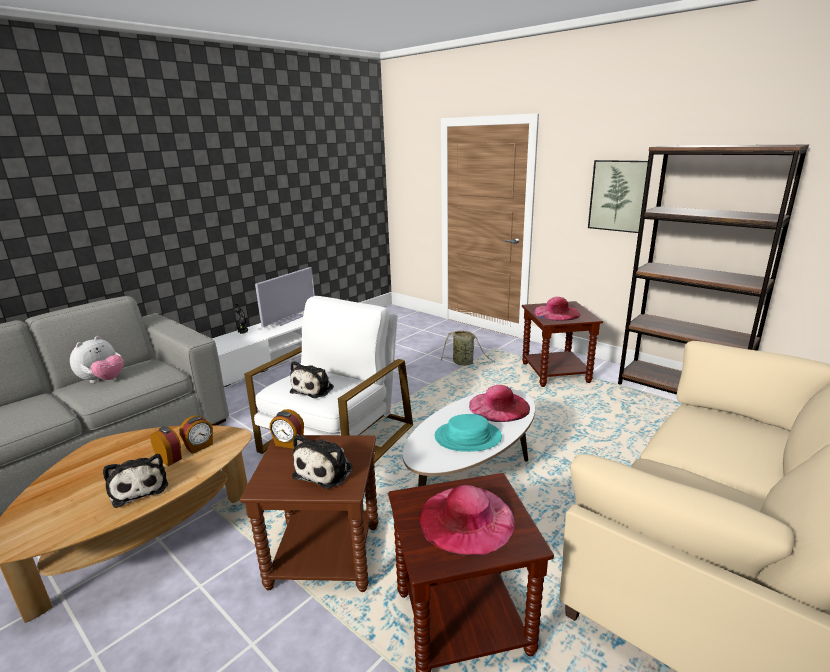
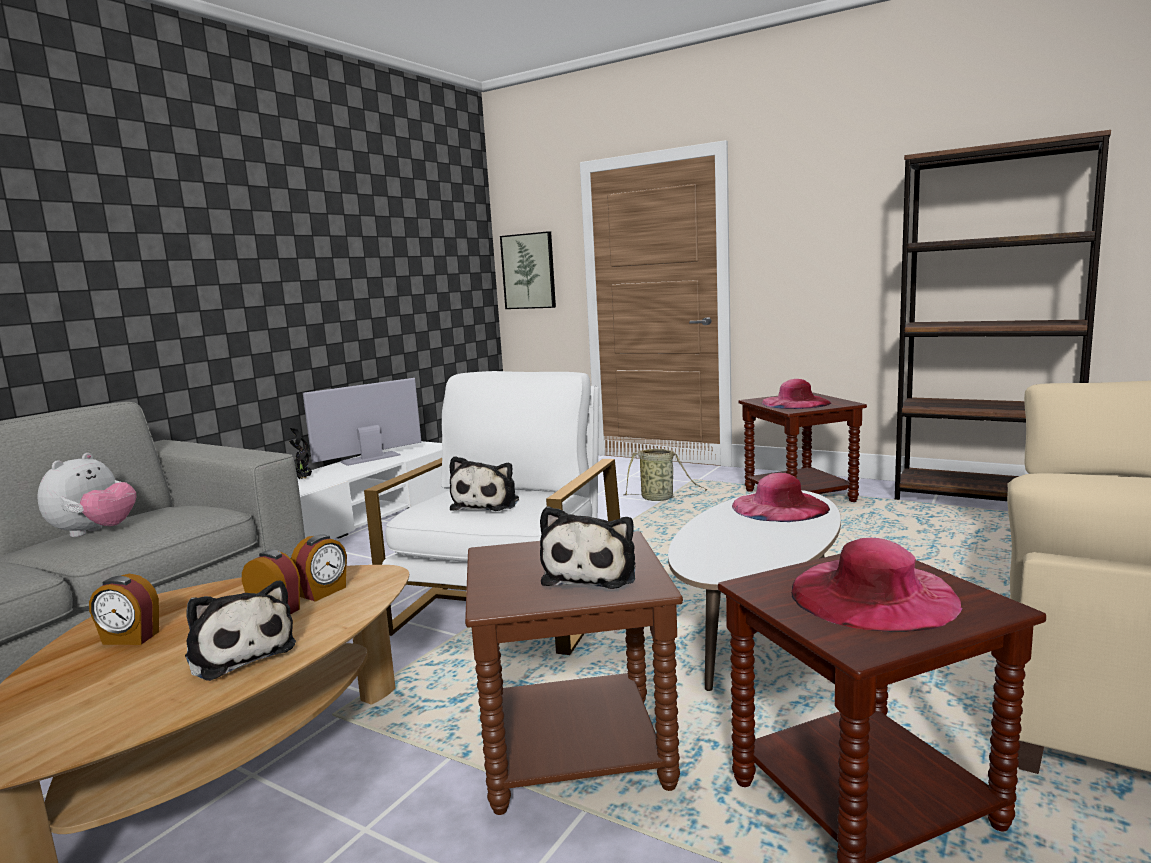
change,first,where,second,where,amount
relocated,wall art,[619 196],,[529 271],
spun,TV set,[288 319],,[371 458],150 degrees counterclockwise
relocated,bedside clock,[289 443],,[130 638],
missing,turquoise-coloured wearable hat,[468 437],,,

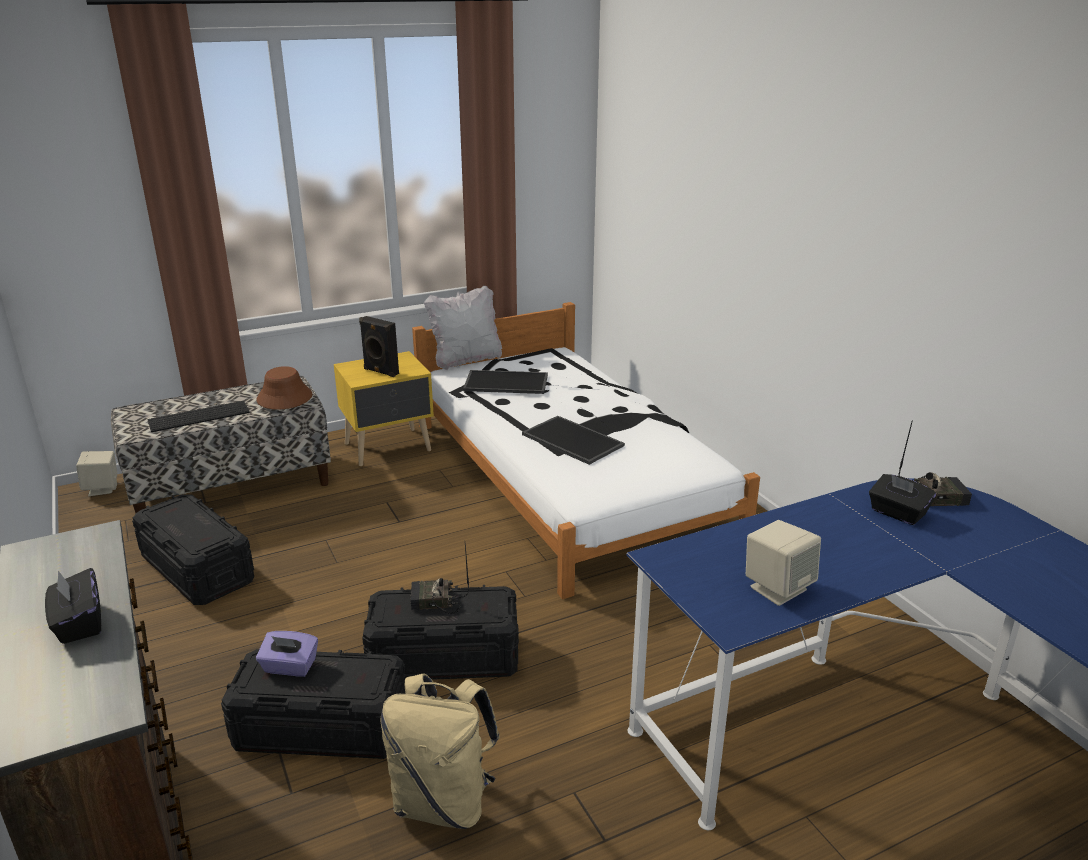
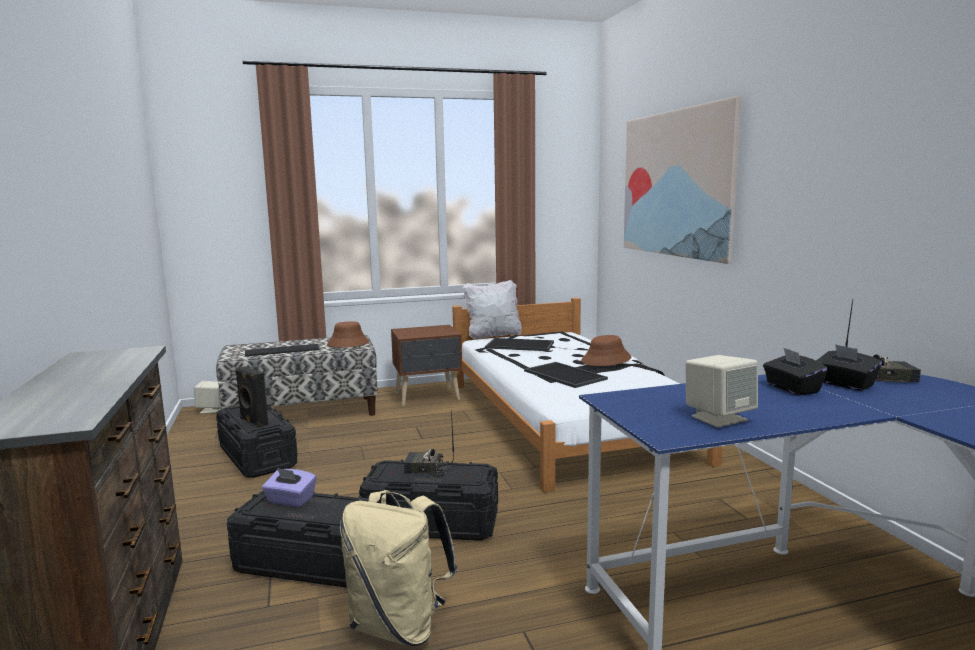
change,first,where,second,where,amount
relocated,black speaker,[380 372],,[253 422],
colour,yellowish night table,[389 447],brown night table,[428 397],
relocated,black tissue holder,[79 623],,[792 389],
appeared,,,wall art,[676 183],
appeared,,,brown wearable hat,[606 360],

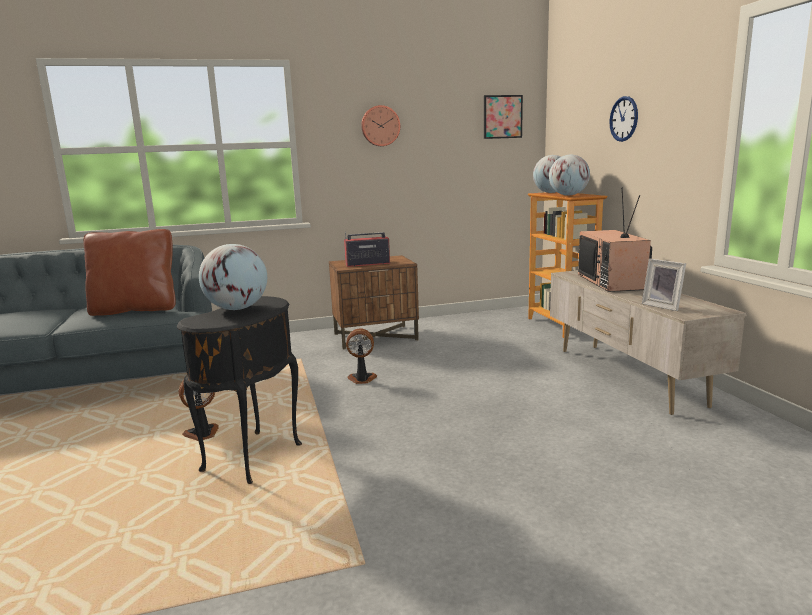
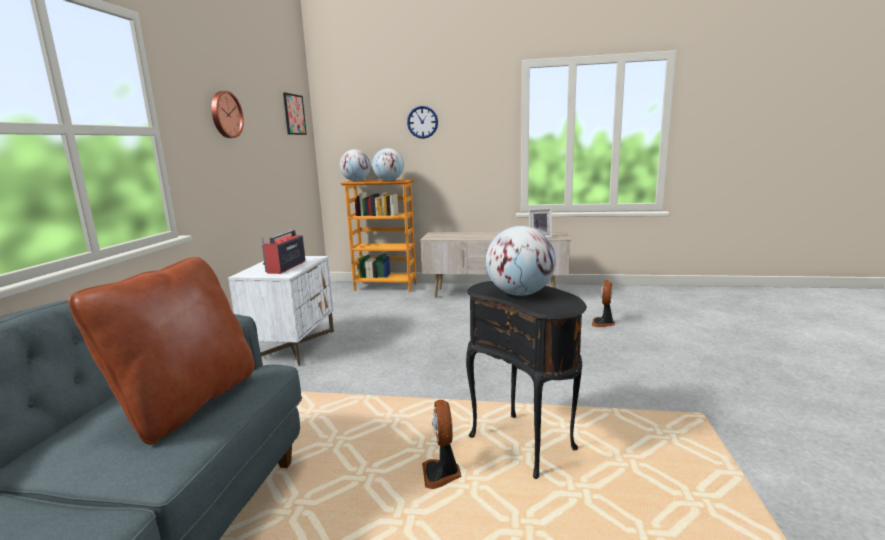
change,first,where,second,where,amount
missing,TV set,[612 282],,,
colour,brown night table,[376 337],whitish night table,[291 346],
relocated,cooling fan,[362 379],,[603 323],

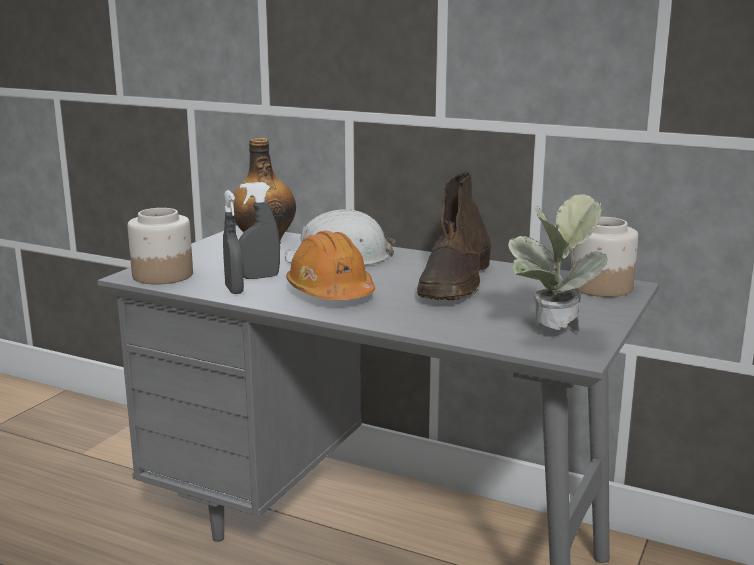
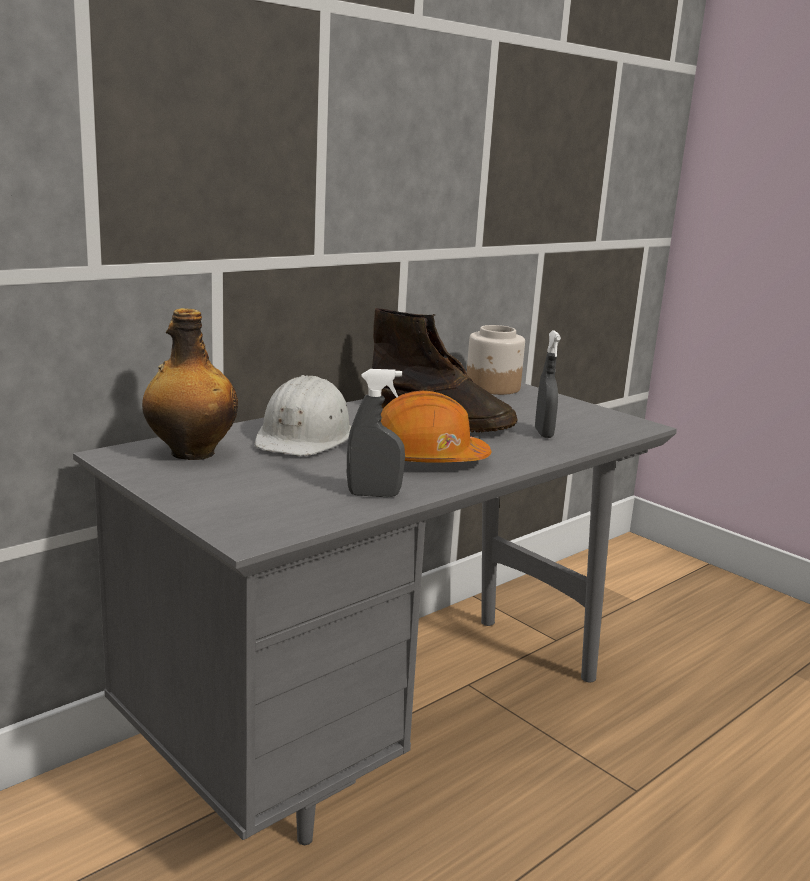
change,first,where,second,where,amount
relocated,gray spray bottle,[260 277],,[543 433],
missing,plant in a pot,[550 336],,,
missing,storage jar,[162 275],,,

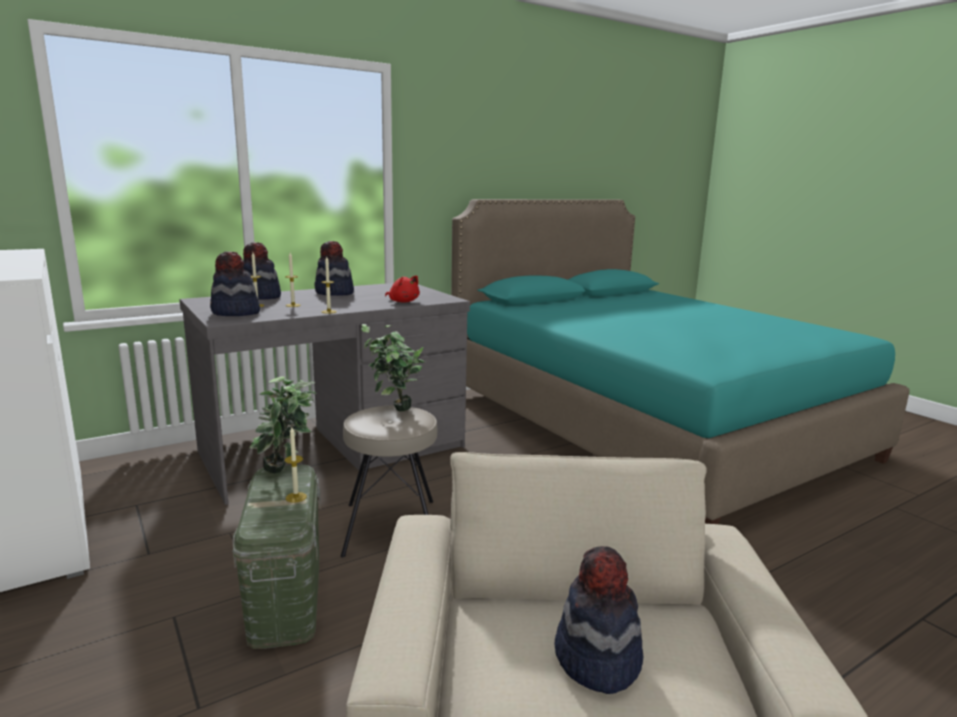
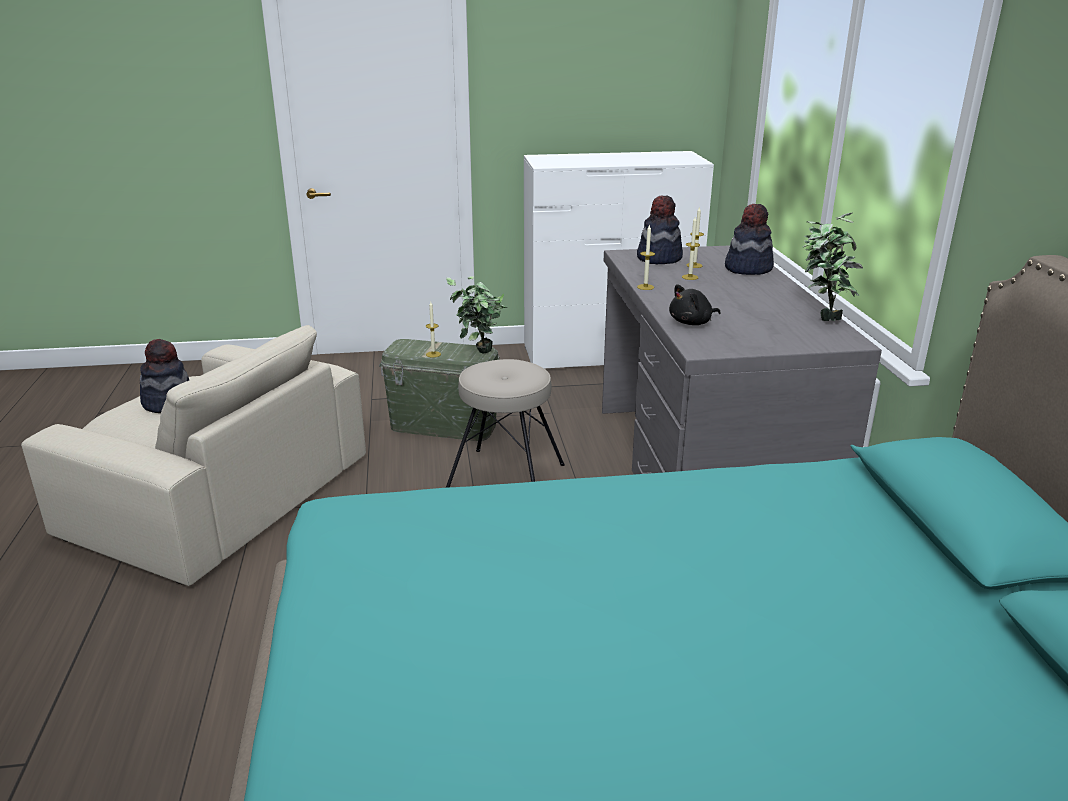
change,first,where,second,where,amount
missing,wearable hat,[334 293],,,
colour,red-coloured plush toy,[403 302],black plush toy,[692 323],
relocated,plant in a pot,[393 412],,[821 317],

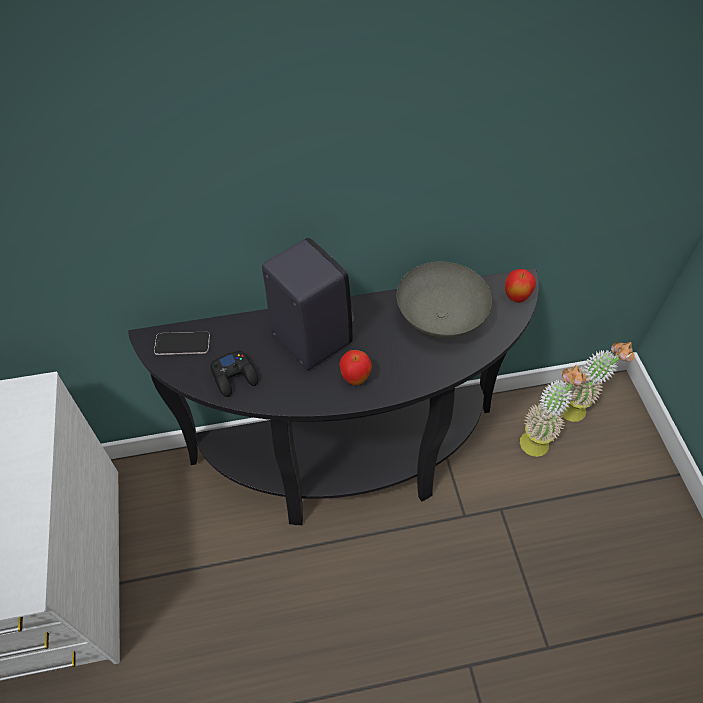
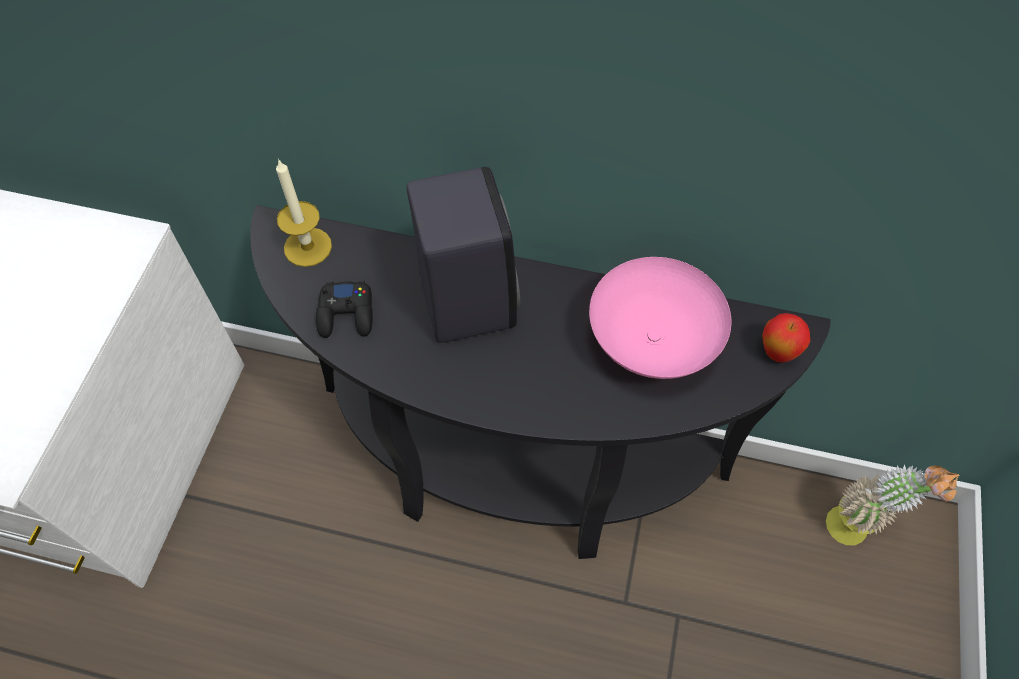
change,first,where,second,where,amount
colour,gray serving bowl,[441 319],pink serving bowl,[652 343],
exchanged,handset,[182 344],wax candle,[308 247],
missing,whole apple,[355 378],,,
missing,plant in a pot,[538 438],,,

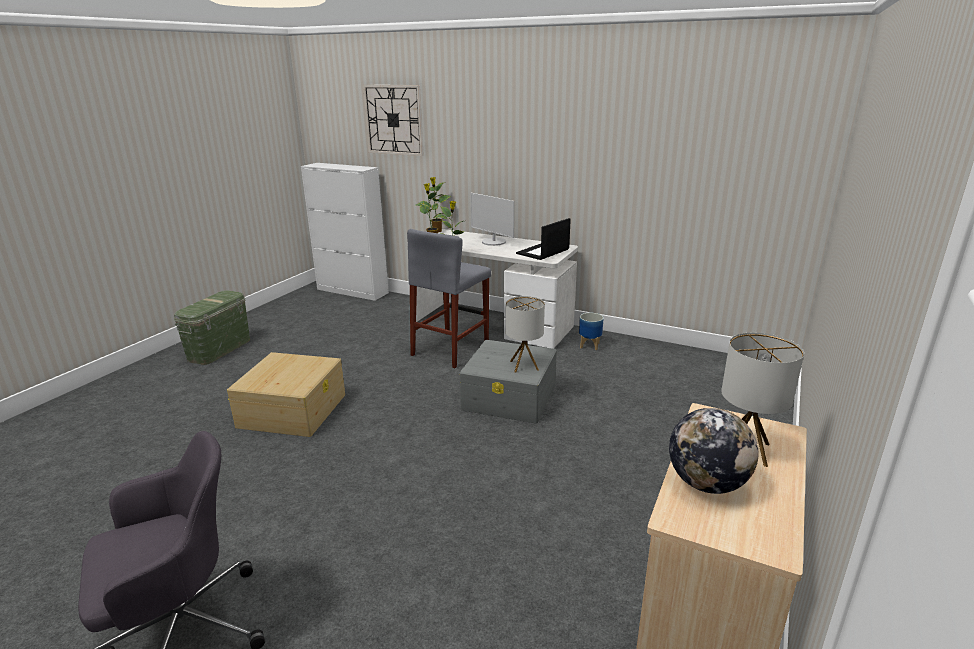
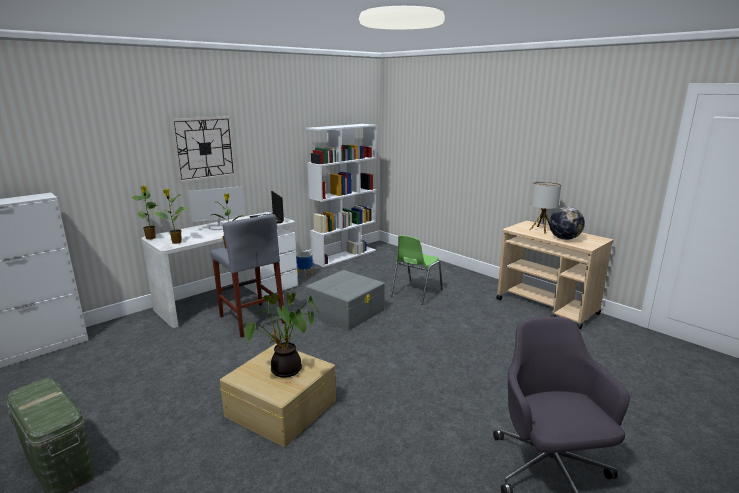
change,first,where,second,where,amount
relocated,wall clock,[394 120],,[204 148],
missing,lamp for a table,[524 365],,,
appeared,,,whitish bookcase,[344 256],
appeared,,,greenish chair,[415 293],
appeared,,,plant in a pot,[284 371],

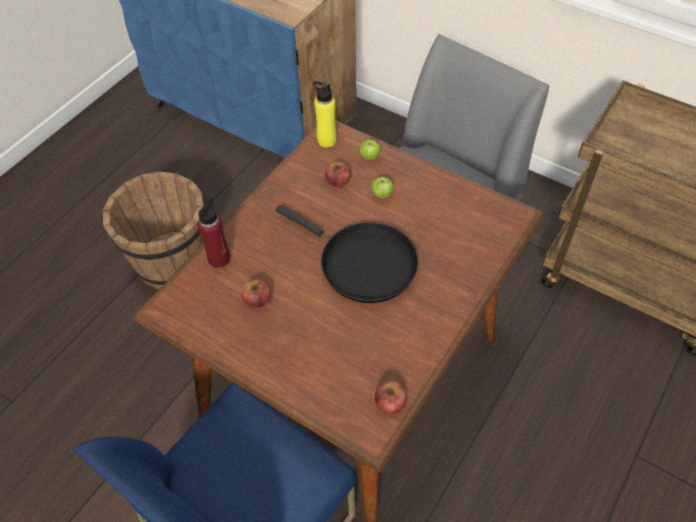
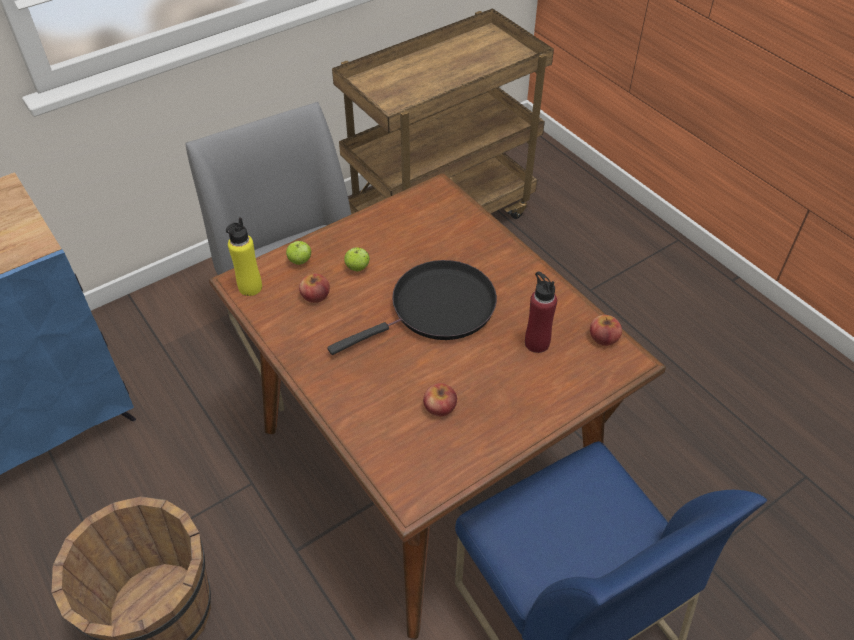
change,first,where,second,where,amount
relocated,red-coloured bottle,[219 258],,[537 343],

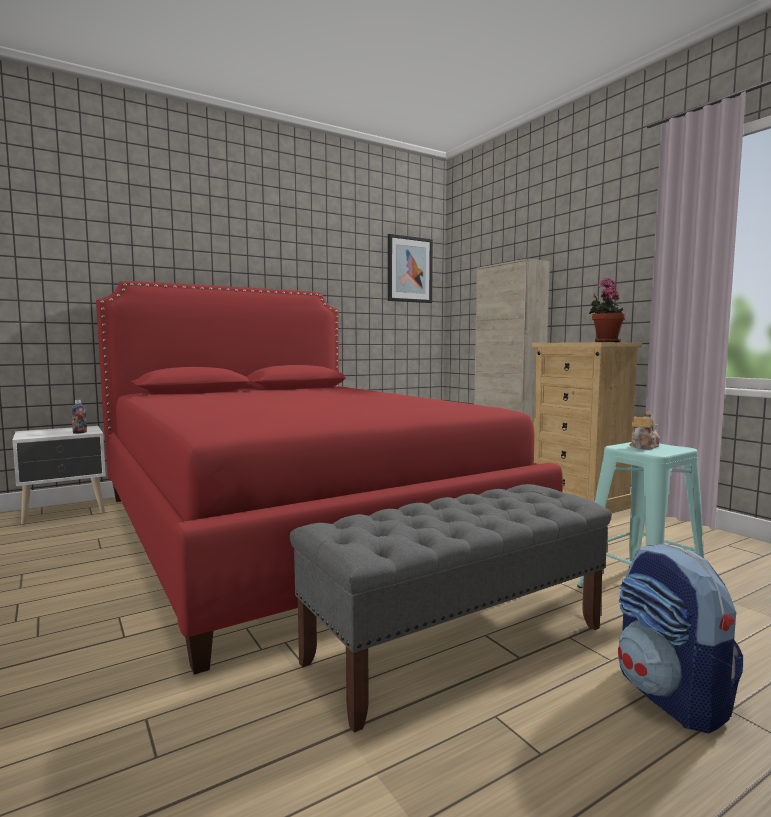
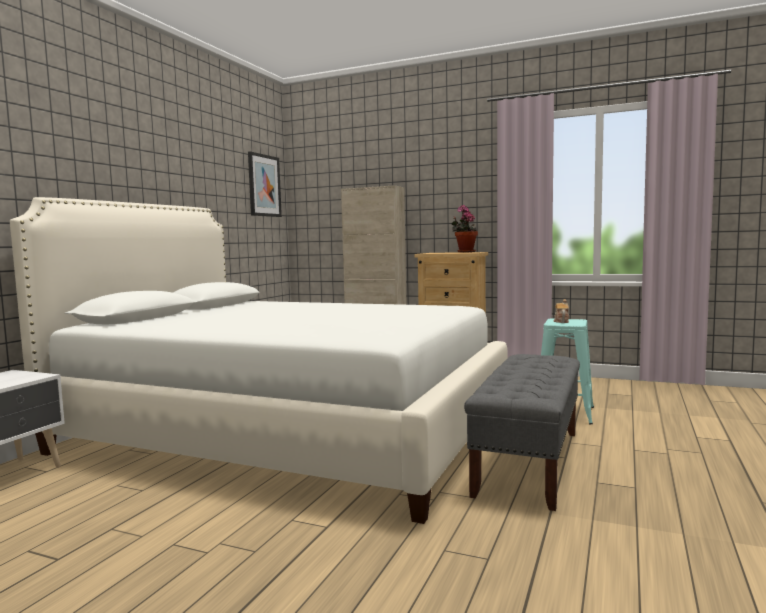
change,first,where,second,where,amount
colour,red-coloured sleeping bed,[294 526],whitish sleeping bed,[288 431],
missing,bottle,[80 433],,,
missing,knapsack,[671 697],,,

